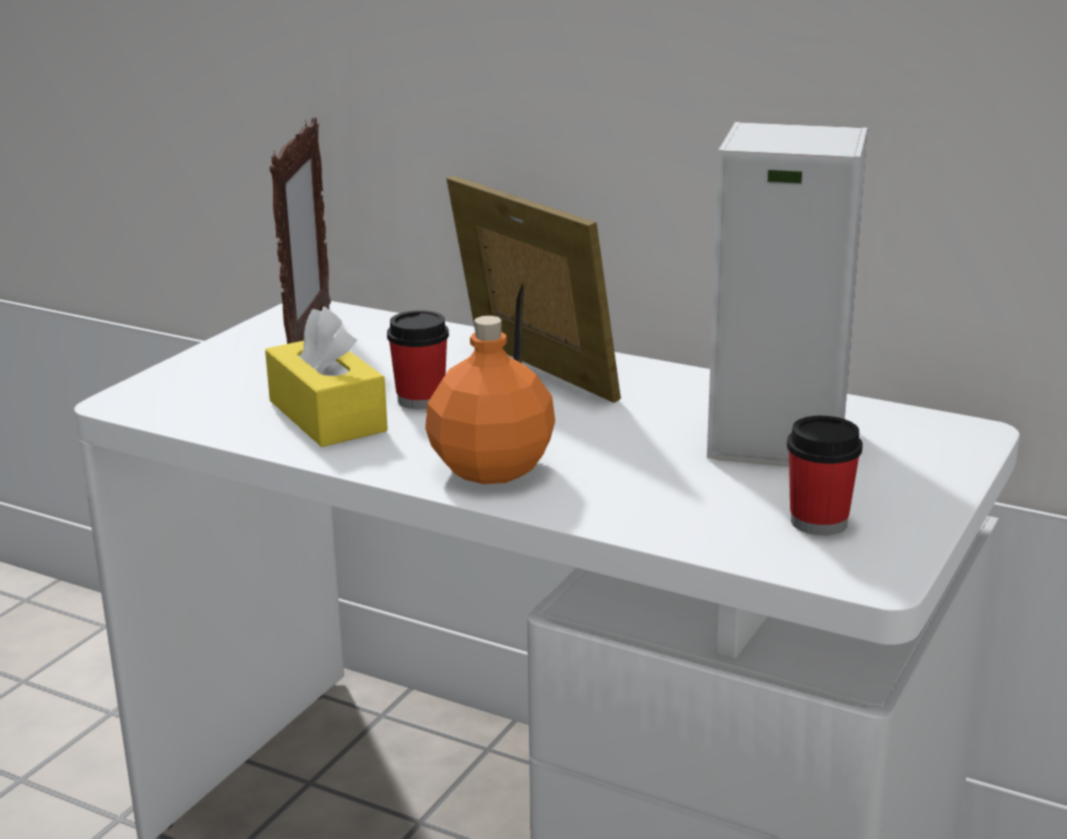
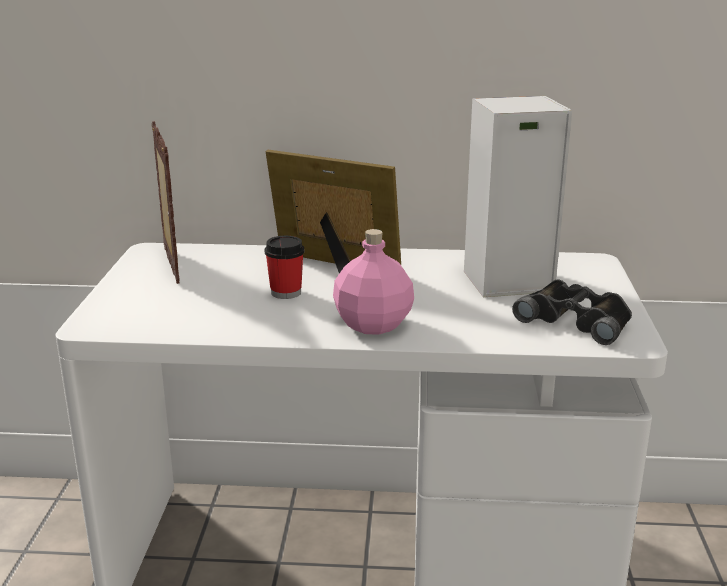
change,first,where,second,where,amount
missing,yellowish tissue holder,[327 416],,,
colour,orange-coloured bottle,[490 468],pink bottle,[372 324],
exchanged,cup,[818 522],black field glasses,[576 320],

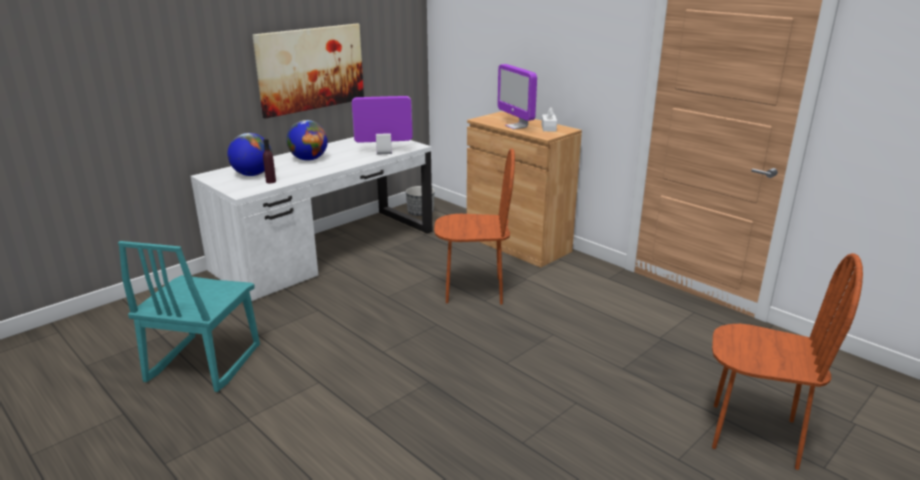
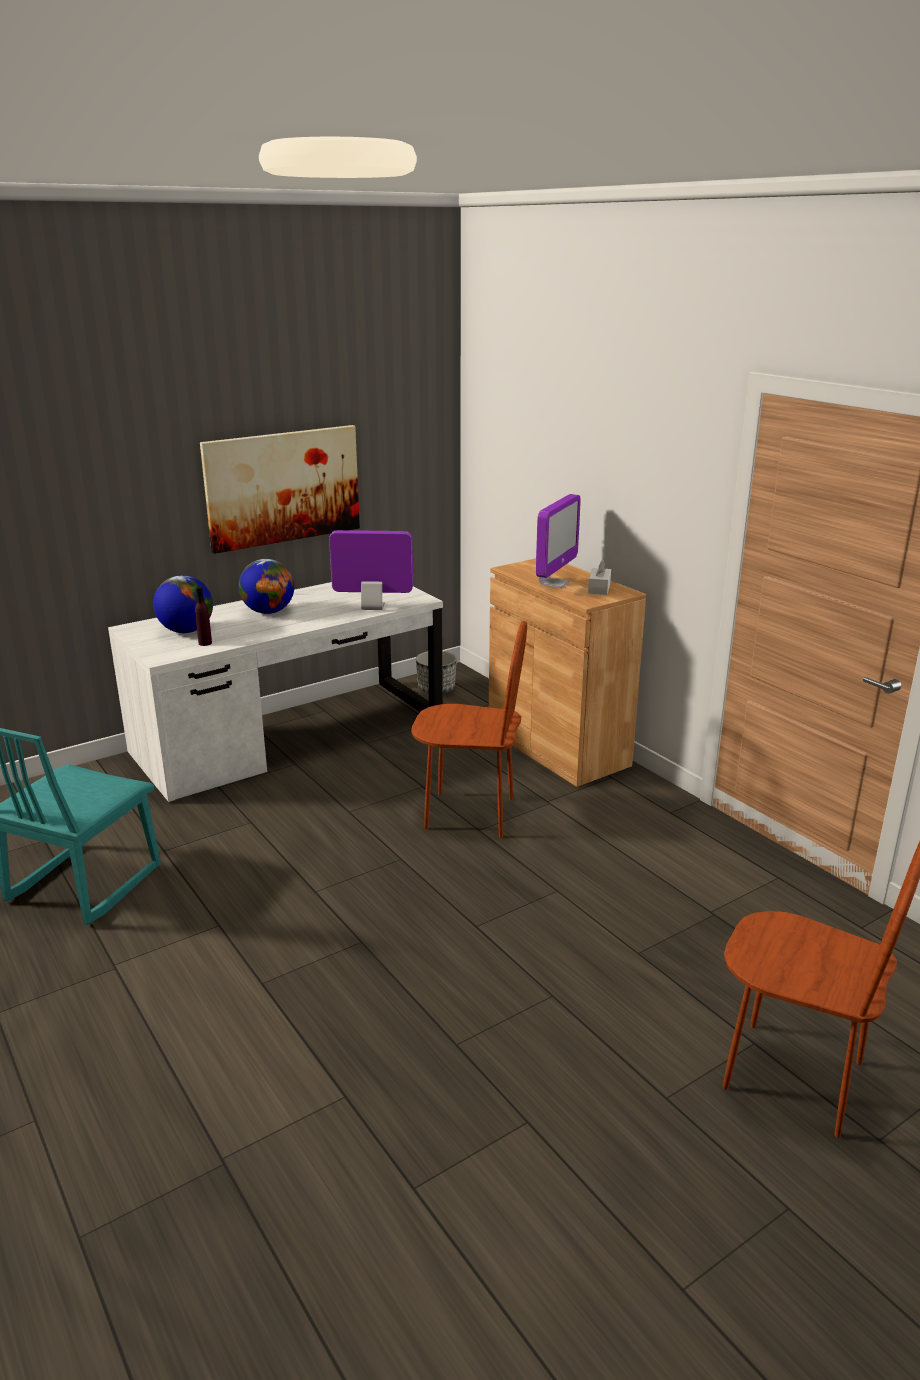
change,first,where,second,where,amount
spun,monitor,[516 126],,[554 583],135 degrees counterclockwise

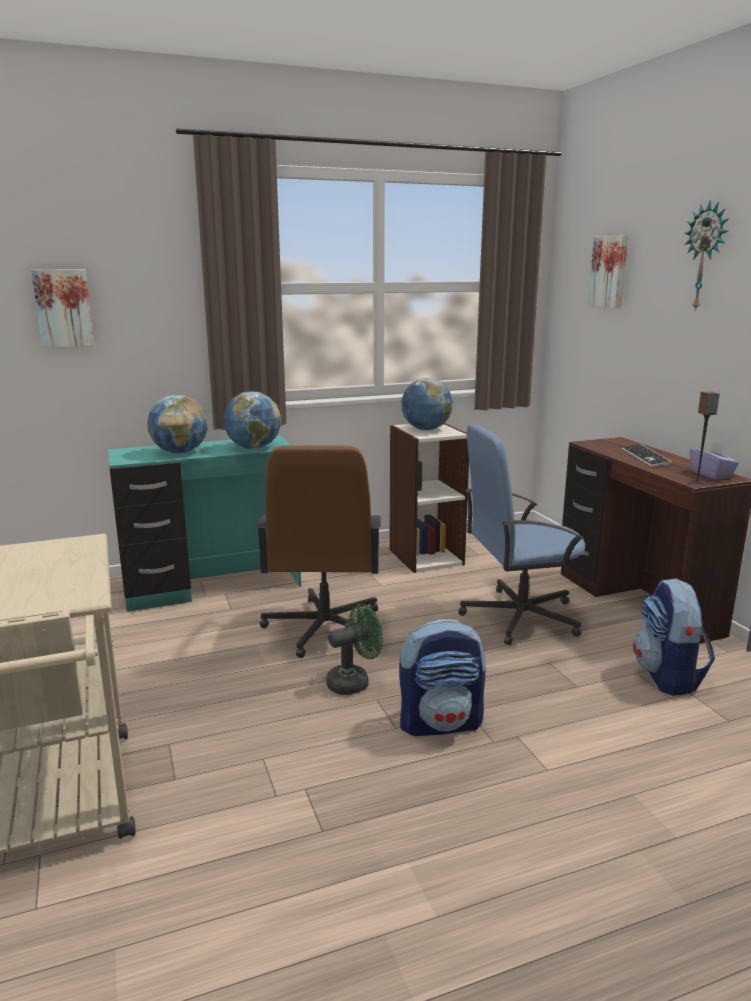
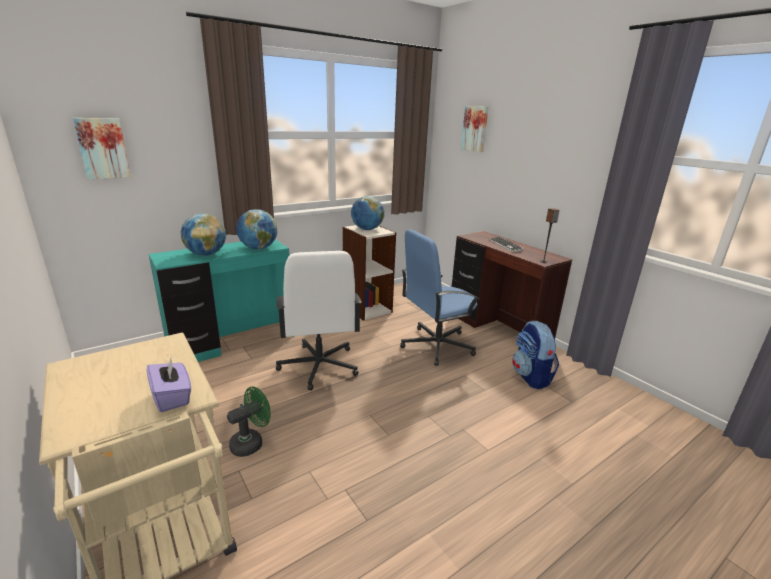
change,first,where,second,where,amount
missing,wall clock,[706 257],,,
relocated,purple tissue holder,[711 474],,[172 397],
colour,brown desk chair,[323 628],whitish desk chair,[319 366],
relocated,greenish cooling fan,[354 682],,[251 442],
missing,knapsack,[441 723],,,

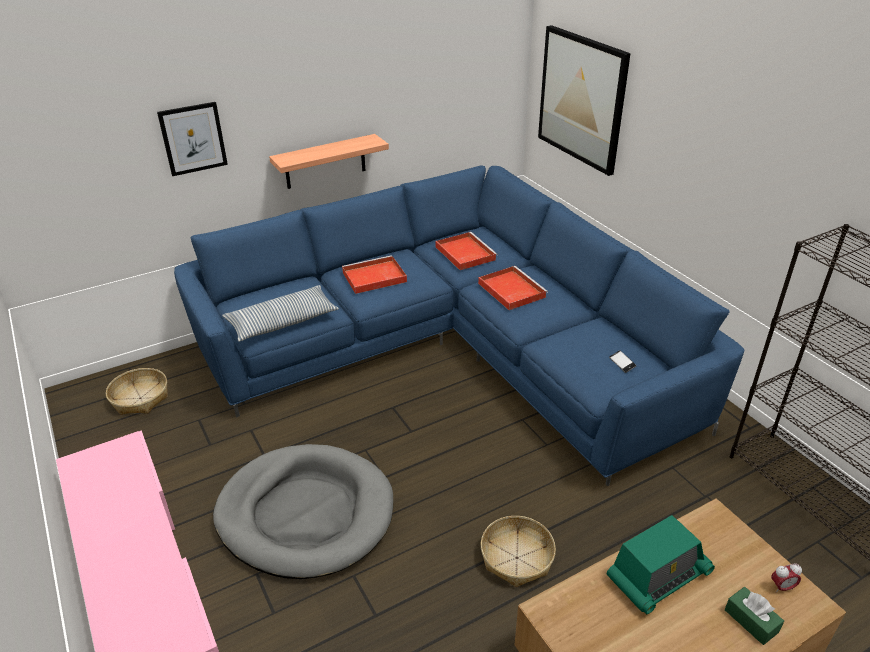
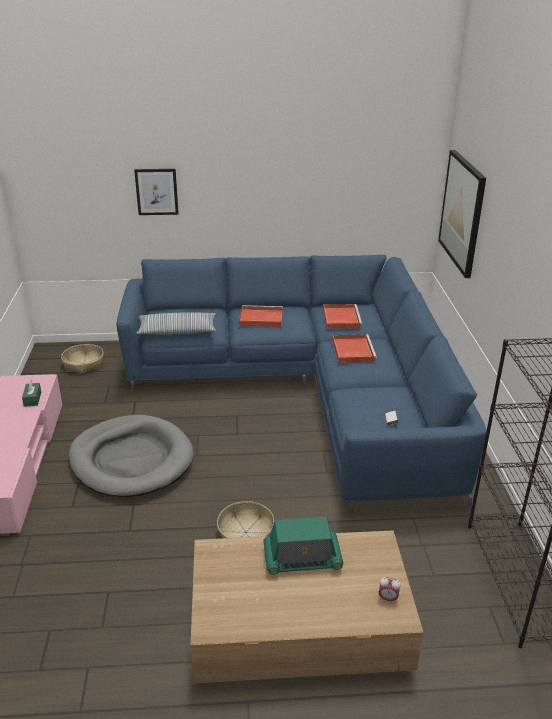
change,first,where,second,where,amount
missing,wall shelf,[325 162],,,
relocated,greenish tissue holder,[751 621],,[32 399],

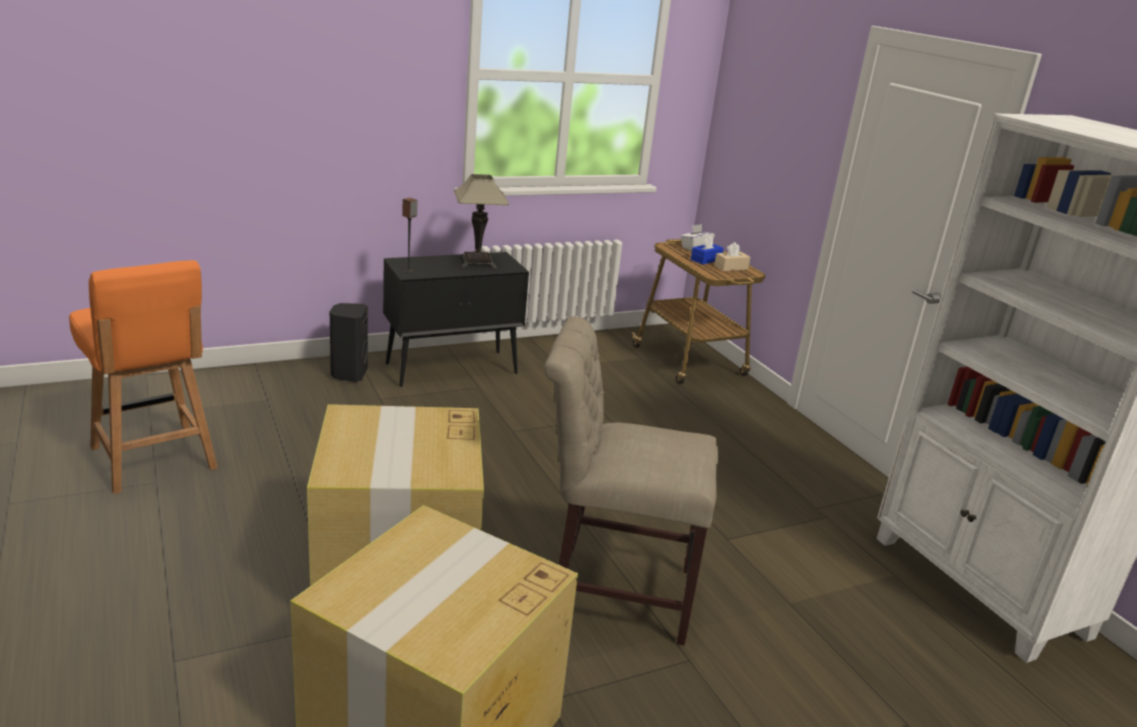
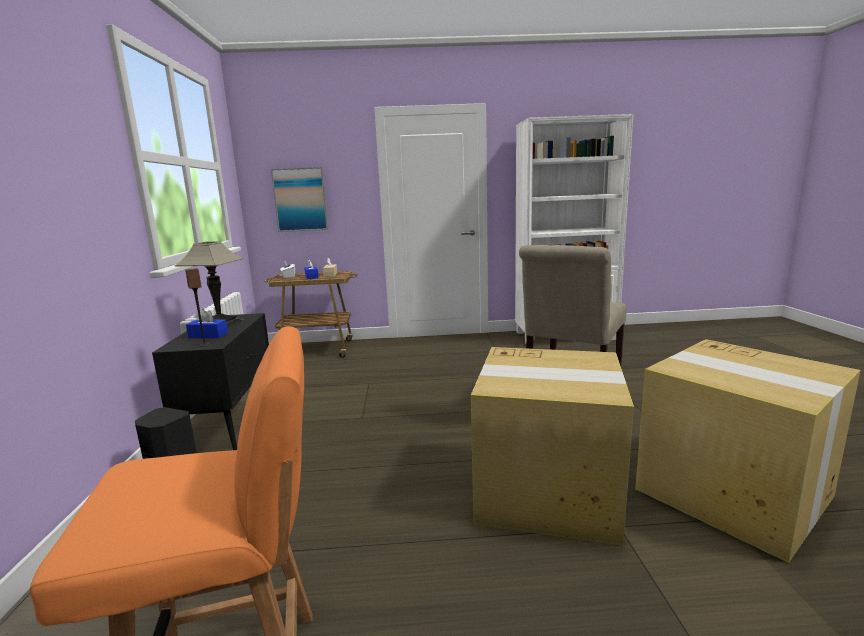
change,first,where,second,where,amount
appeared,,,wall art,[300 199],
appeared,,,blue-coloured tissue holder,[208 335],

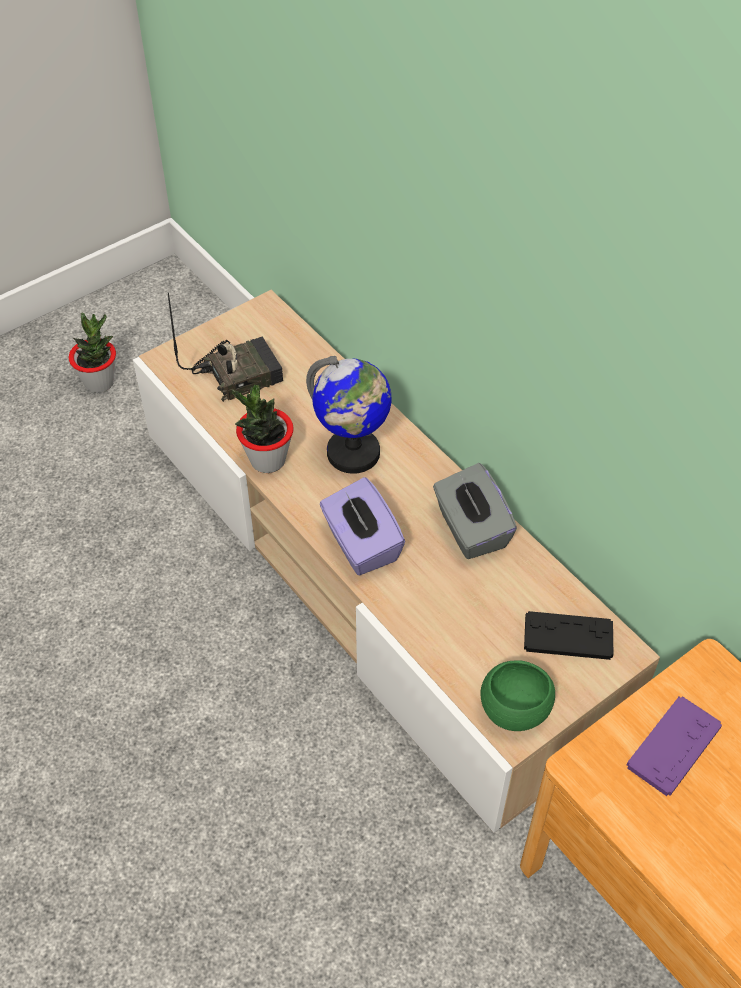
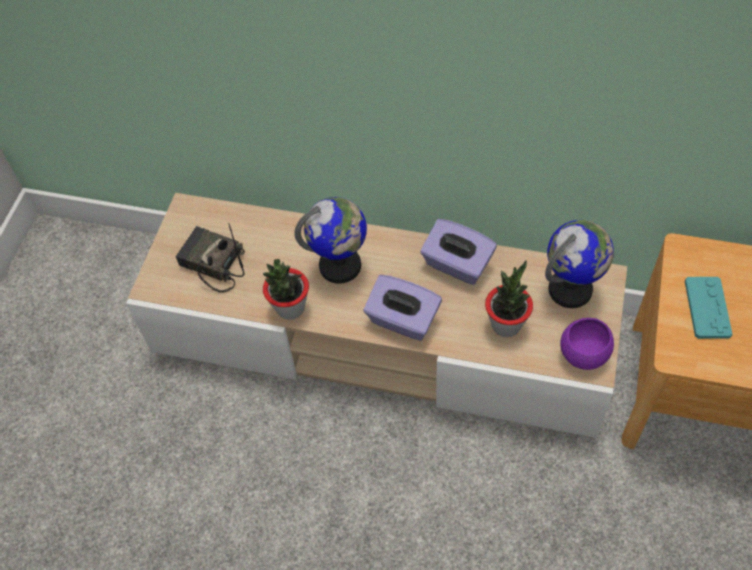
change,first,where,second,where,amount
spun,radio receiver,[238 374],,[212 264],90 degrees counterclockwise
relocated,plant in a pot,[99 382],,[506 324],
colour,gray tissue holder,[471 529],purple tissue holder,[457 265],
exchanged,black gamepad,[568 636],desk globe,[570 290],
colour,greenish serving bowl,[514 710],purple serving bowl,[584 354],
colour,purple gamepad,[673 746],turquoise-coloured gamepad,[707 308],

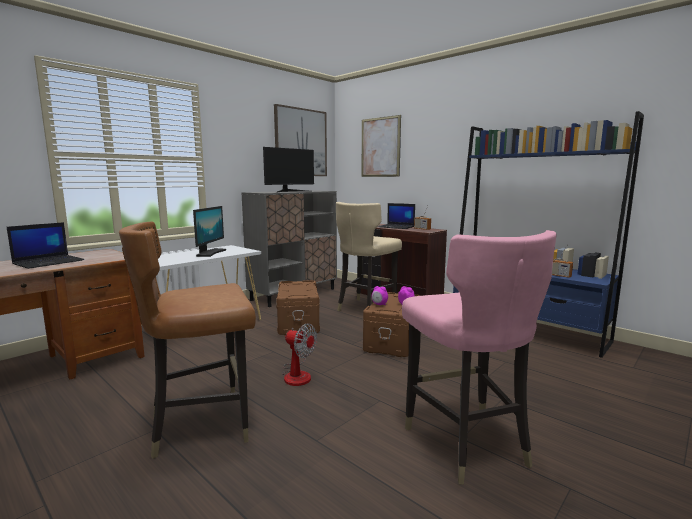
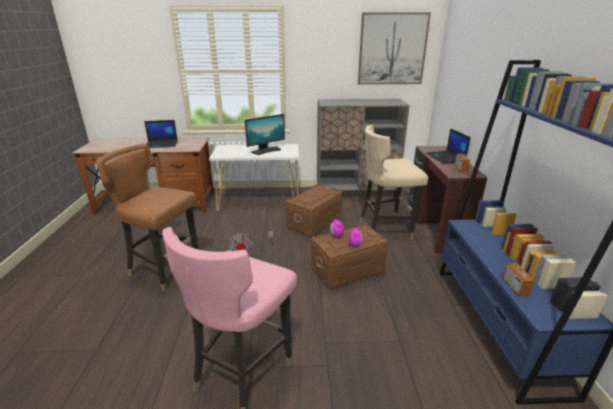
change,first,where,second,where,amount
missing,wall art,[380 147],,,
missing,monitor,[289 191],,,

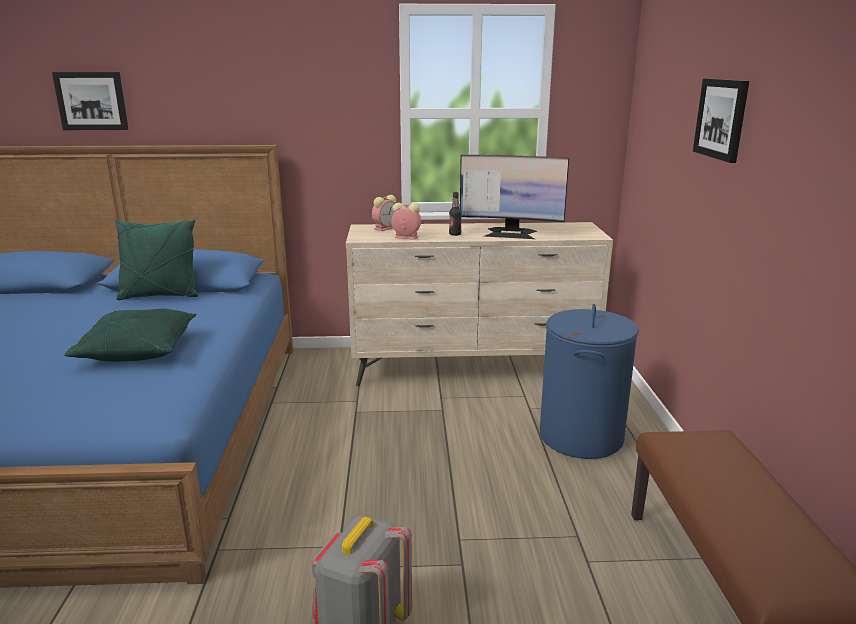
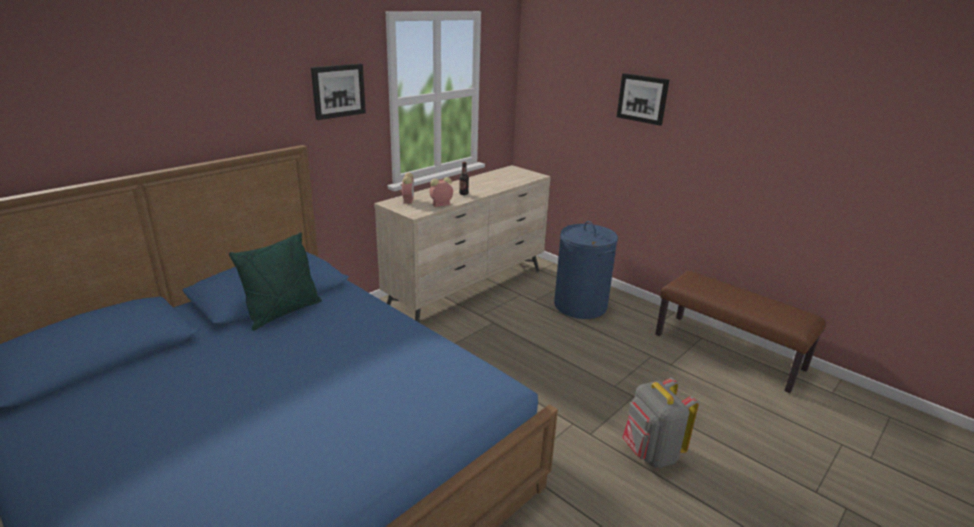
change,first,where,second,where,amount
relocated,wall art,[92 101],,[338 91],
missing,monitor,[511 233],,,
missing,greenish throw pillow,[138 350],,,

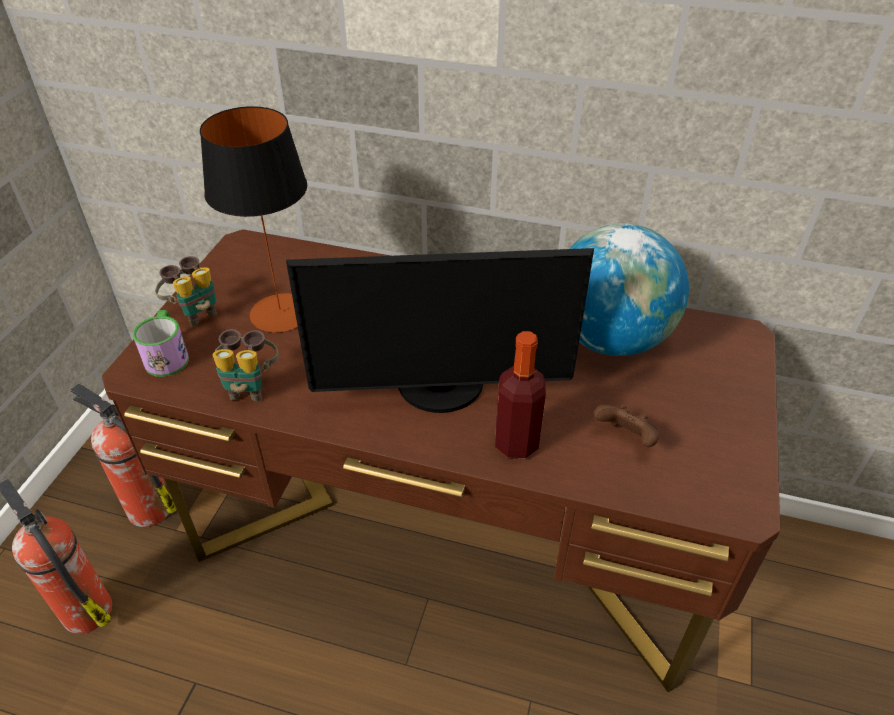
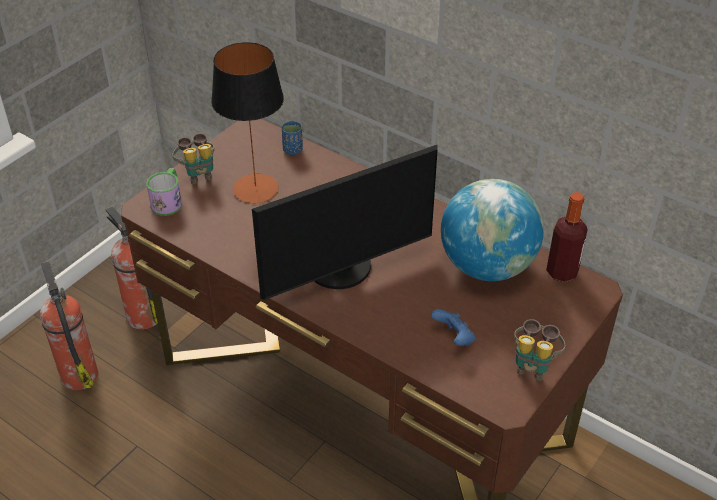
change,first,where,second,where,amount
spun,monitor,[441 388],,[342 270],45 degrees counterclockwise
relocated,field glasses,[250 386],,[533 365],
relocated,bottle,[516 443],,[562 272],
colour,brown gamepad,[626 438],blue-coloured gamepad,[454 338],
appeared,,,blue-coloured cup,[293 150],

